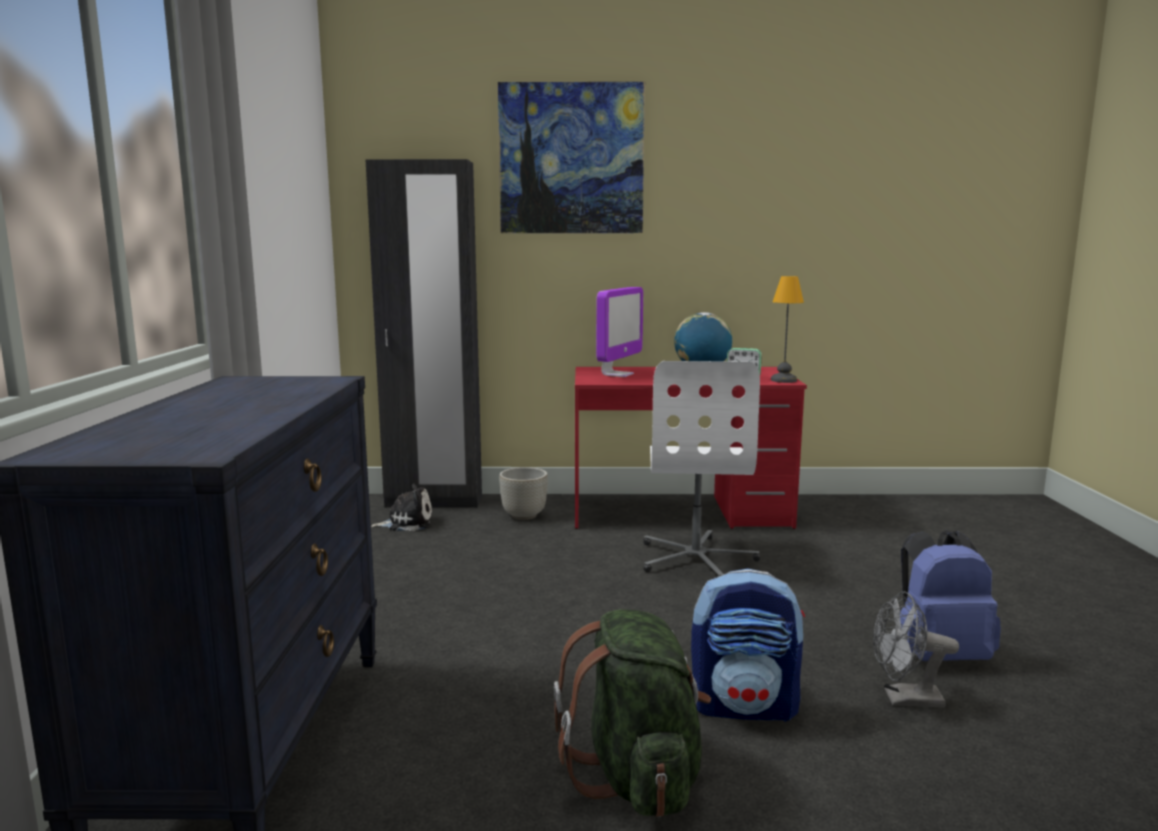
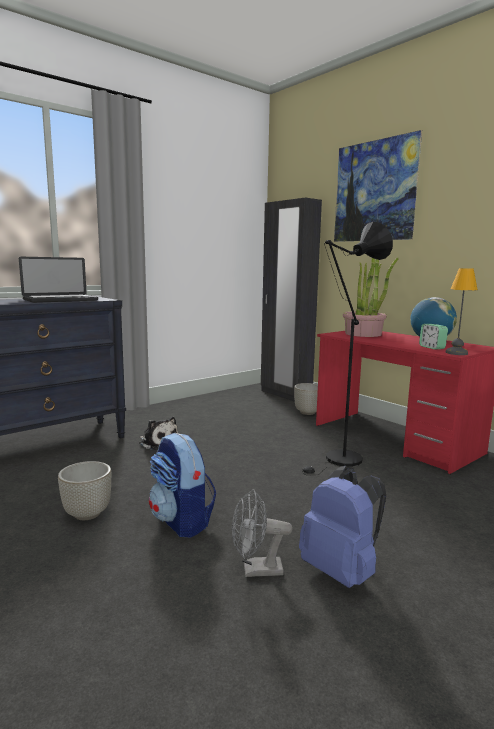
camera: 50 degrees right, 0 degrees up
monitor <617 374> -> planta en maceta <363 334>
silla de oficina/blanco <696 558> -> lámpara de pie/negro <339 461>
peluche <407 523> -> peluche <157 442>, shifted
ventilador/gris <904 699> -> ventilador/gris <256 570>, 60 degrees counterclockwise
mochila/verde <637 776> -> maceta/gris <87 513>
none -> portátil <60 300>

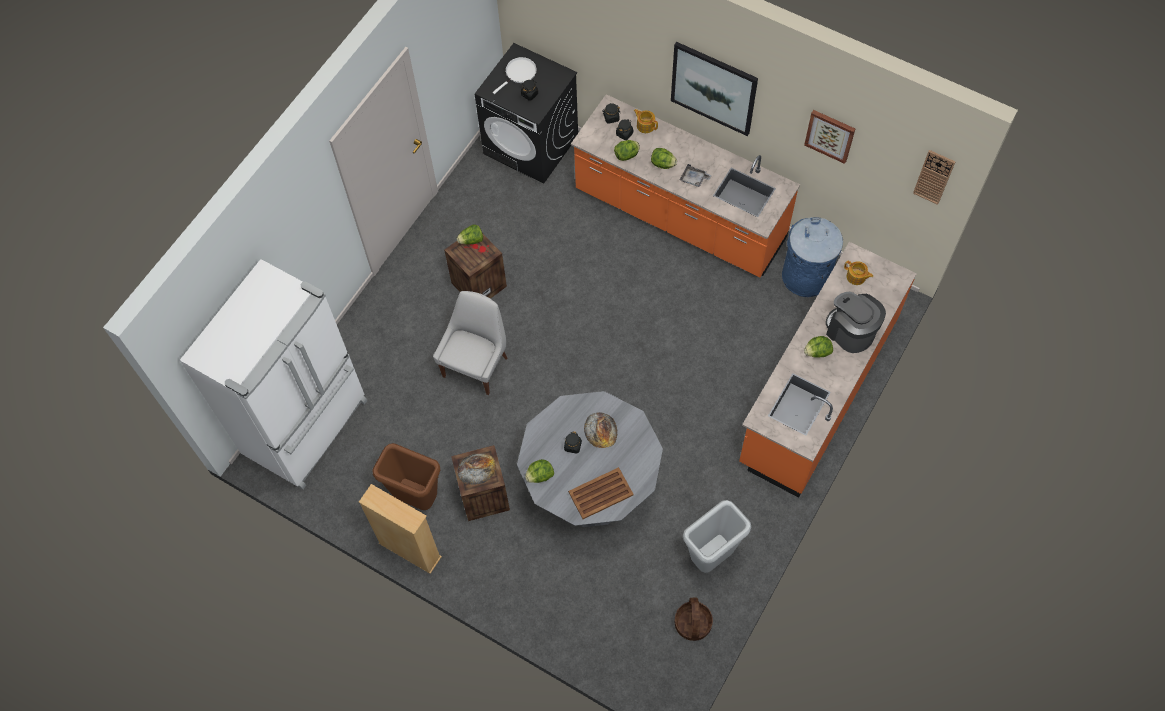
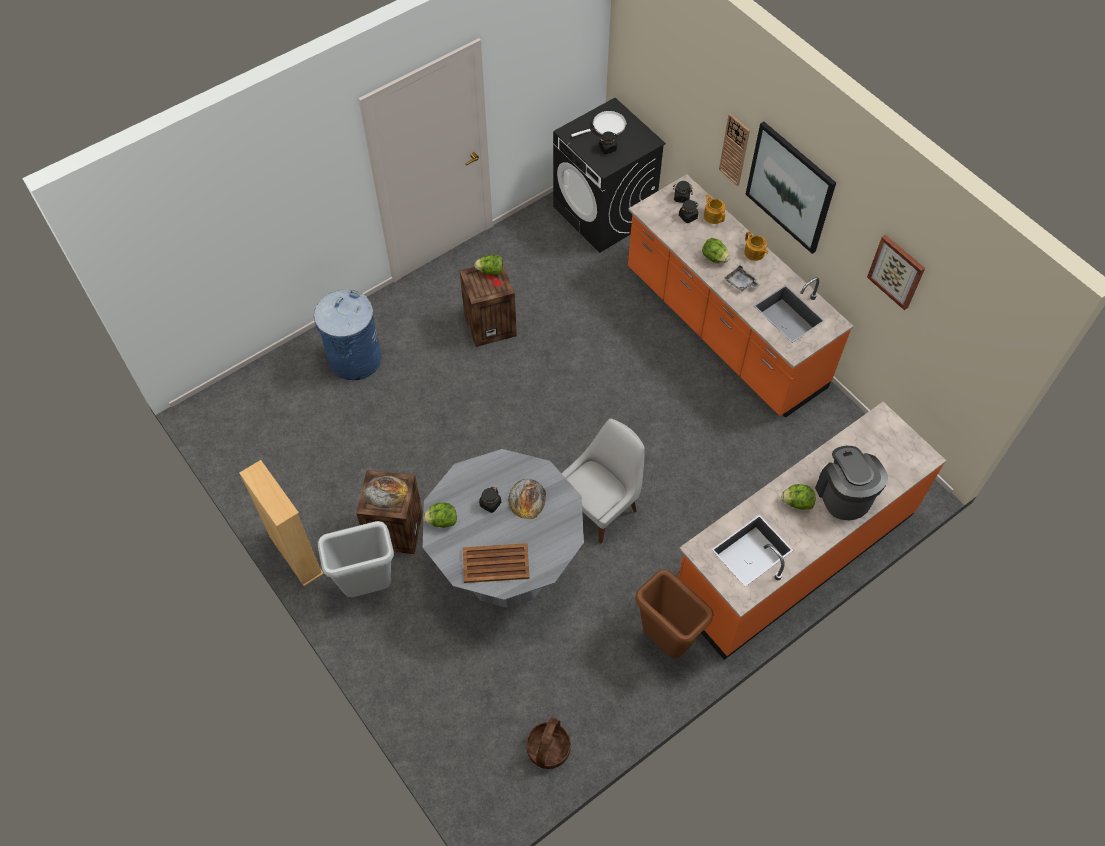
camera: 20 degrees right, 5 degrees down
lechuga <627 155> -> none
reloj de pared <934 177> -> reloj de pared <734 149>, shifted
papelera/azul <805 277> -> papelera/azul <354 359>, shifted
nevera/blanco <308 428> -> none
tetera <856 277> -> tetera <754 253>, shifted
silla/blanco <476 365> -> silla/blanco <600 506>, shifted
papelera/marrón <416 499> -> papelera/marrón <664 641>, shifted
papelera/gris <711 558> -> papelera/gris <367 587>, shifted

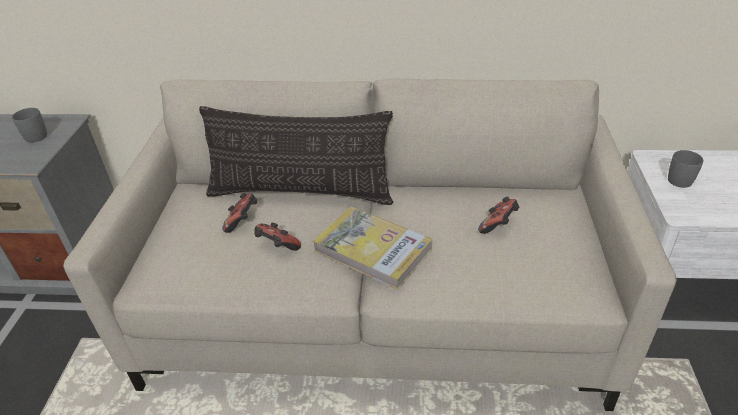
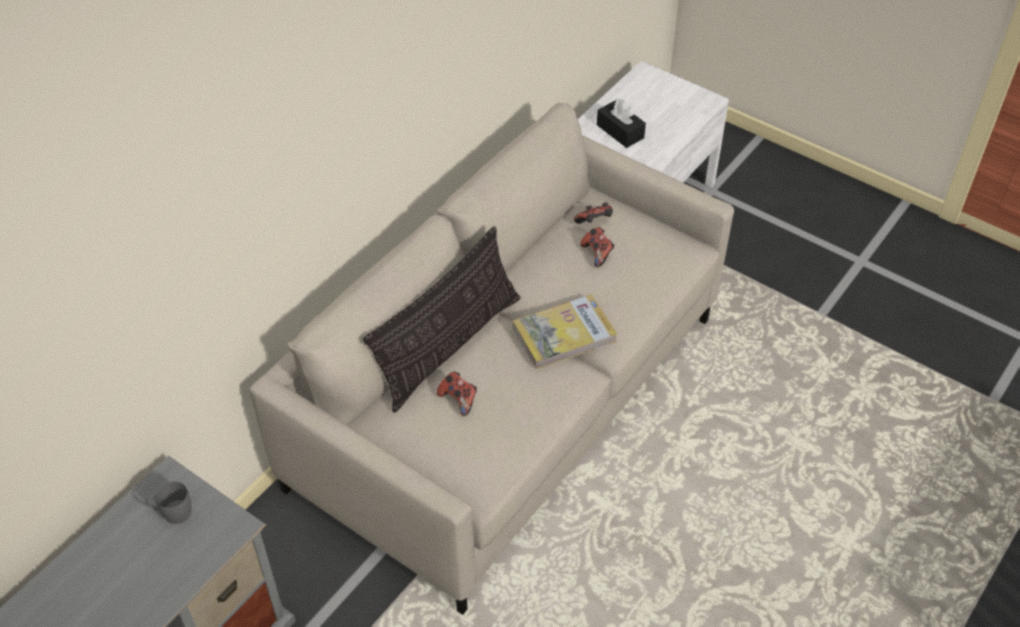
camera: 60 degrees left, 10 degrees up
taza grande/gris <679 178> -> caja de pañuelos/negro <620 131>
mando de consola <277 247> -> mando de consola <594 223>, shifted

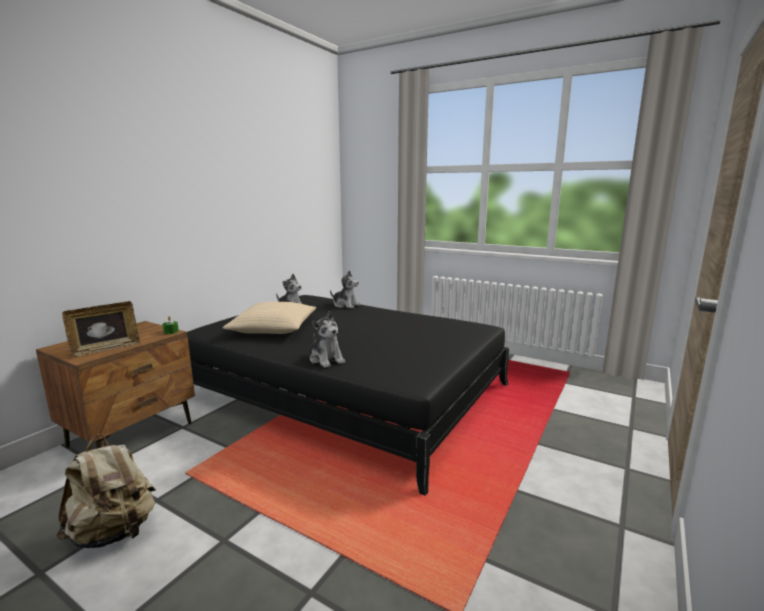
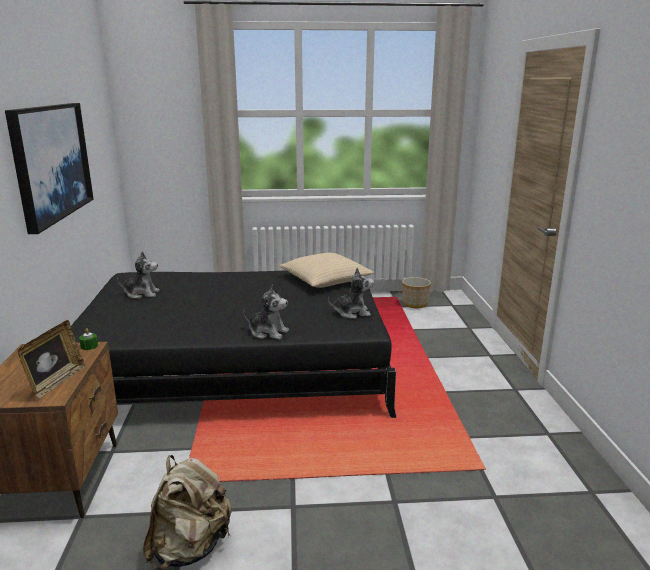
camera: 35 degrees left, 5 degrees up
peluche <345 305> -> peluche <352 313>, shifted
cojín/beis <273 328> -> cojín/beis <325 279>, shifted
none -> cuadro <51 162>
none -> maceta <414 304>

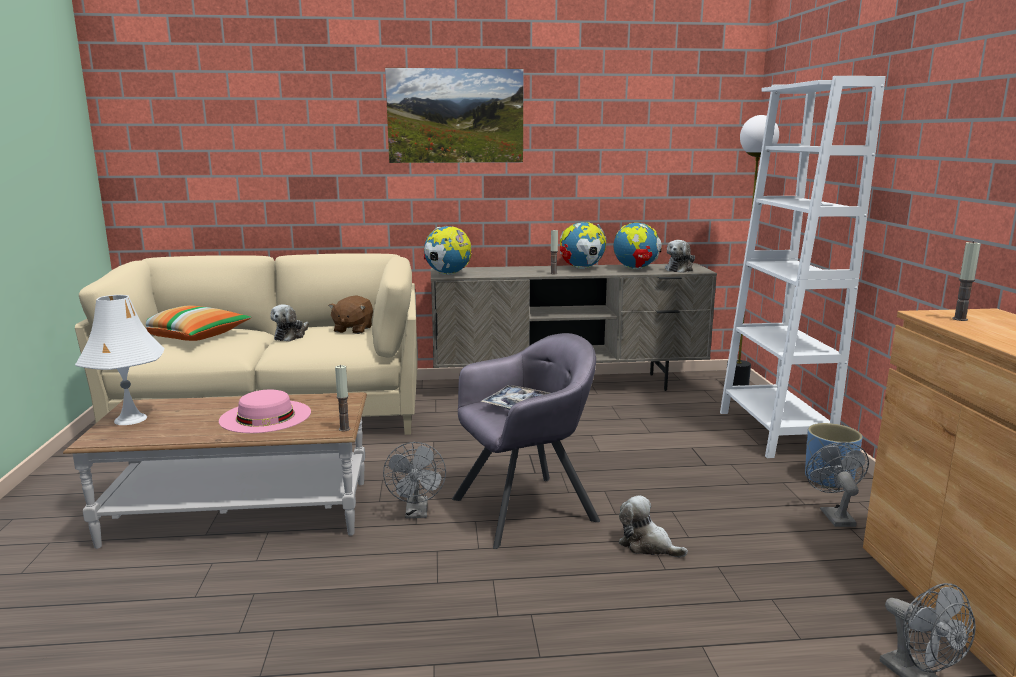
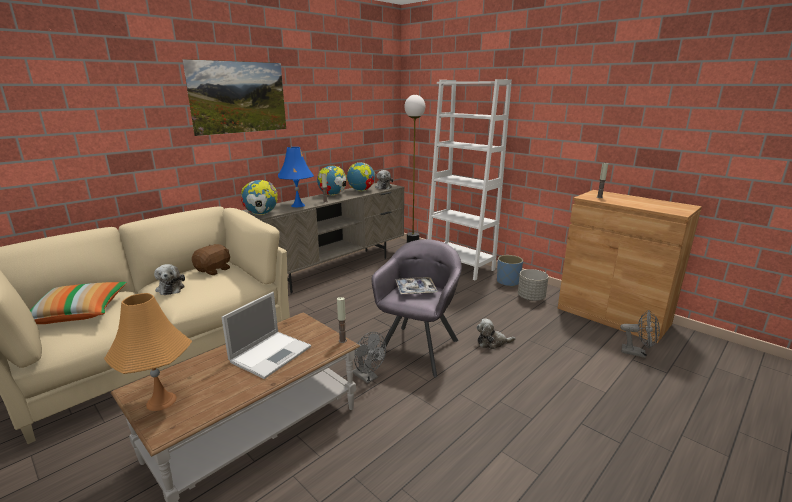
camera: 40 degrees left, 5 degrees up
lámpara de mesa/blanco <130 419> -> lámpara de mesa/naranja <161 401>
peluche/marrón <352 329> -> peluche/marrón <214 270>, 120 degrees counterclockwise
sombrero/rosa <265 416> -> portátil <271 353>
ventilador/gris <834 515> -> maceta/gris <531 298>
none -> lámpara de mesa/azul <298 205>

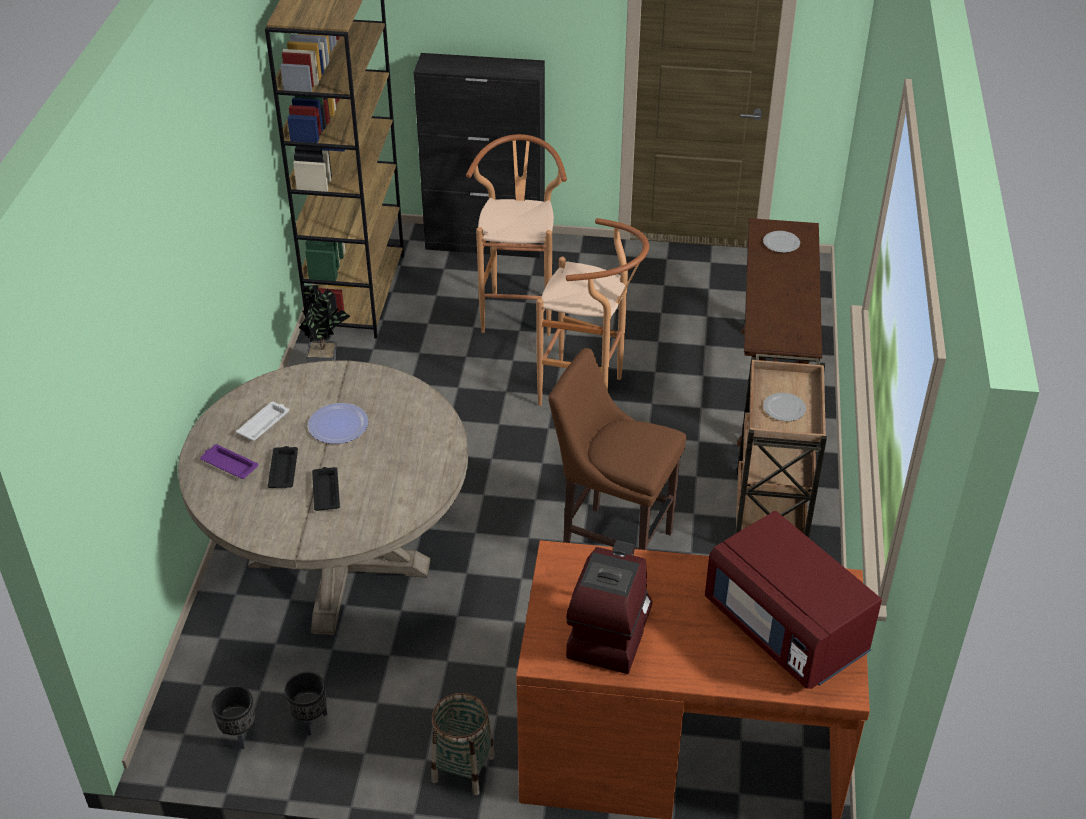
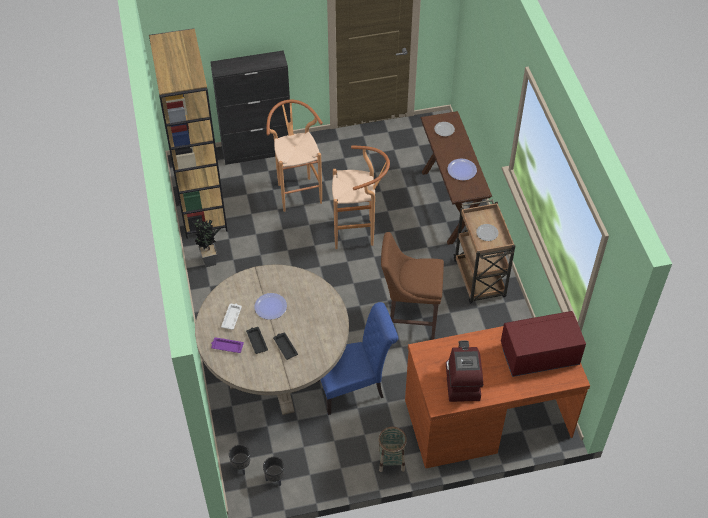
camera: 20 degrees left, 10 degrees up
microondas/rojo <786 628> -> microondas/rojo <539 355>, 135 degrees clockwise
maceta/negro <310 721> -> maceta/negro <241 467>, shifted
none -> plato <462 170>
none -> silla/azul <354 388>

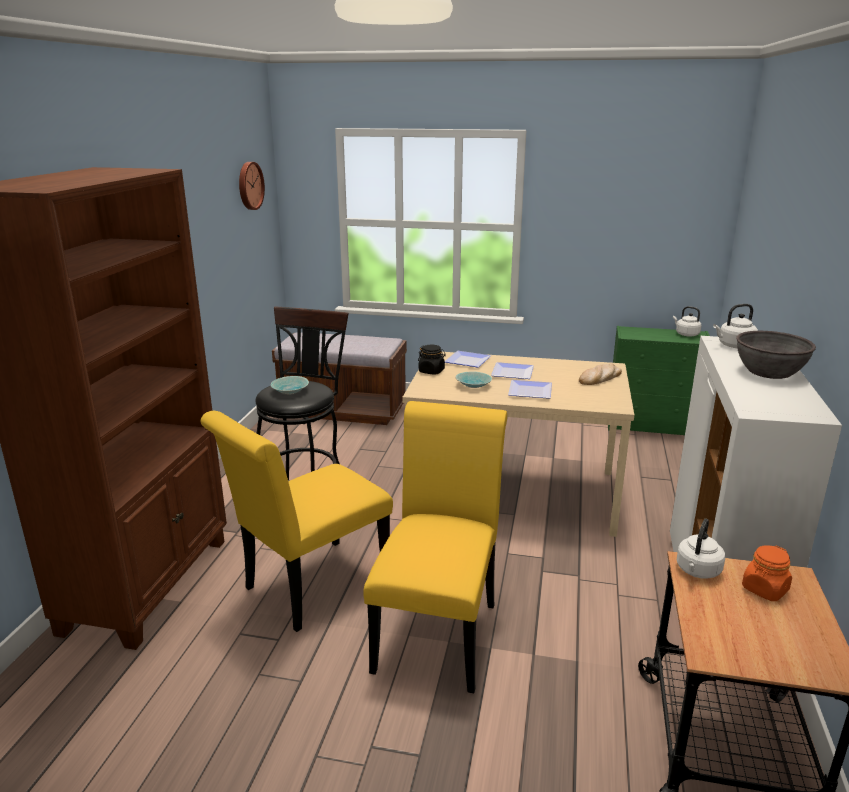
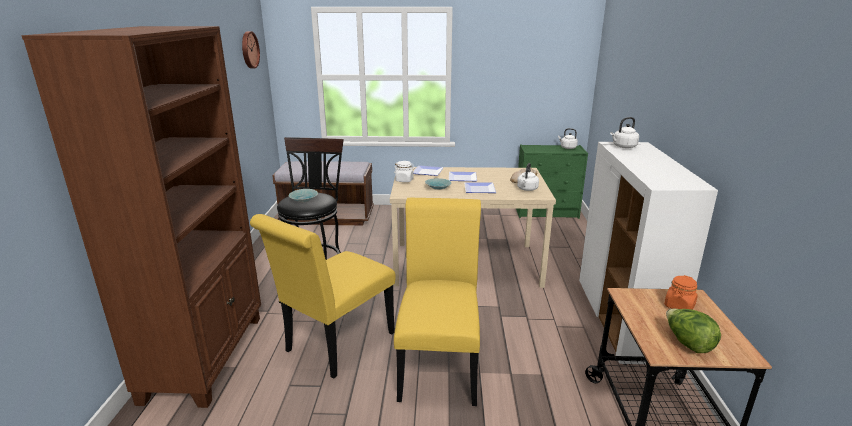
camera: 10 degrees left, 0 degrees up
cuenco/gris <769 372> -> none
tarro/negro <431 371> -> tarro/blanco <404 180>
hervidor/blanco <697 571> -> hervidor/blanco <527 189>, shifted
none -> lechuga <687 343>

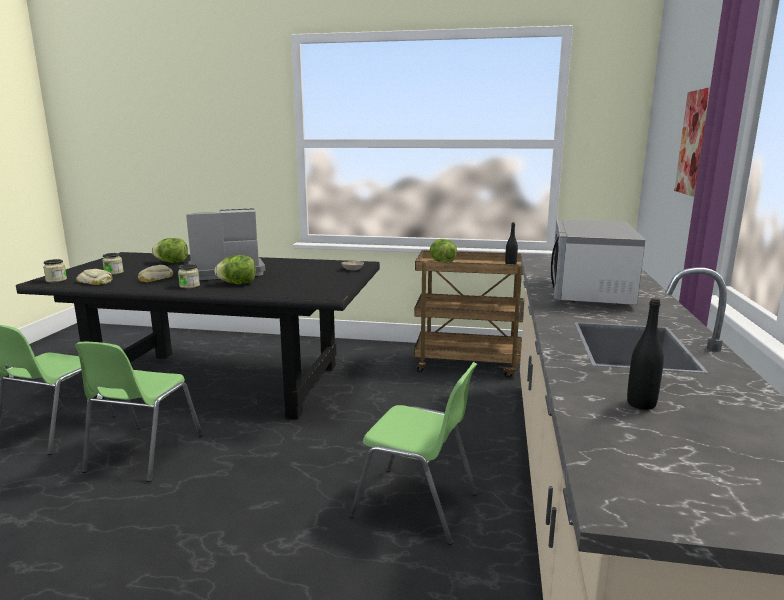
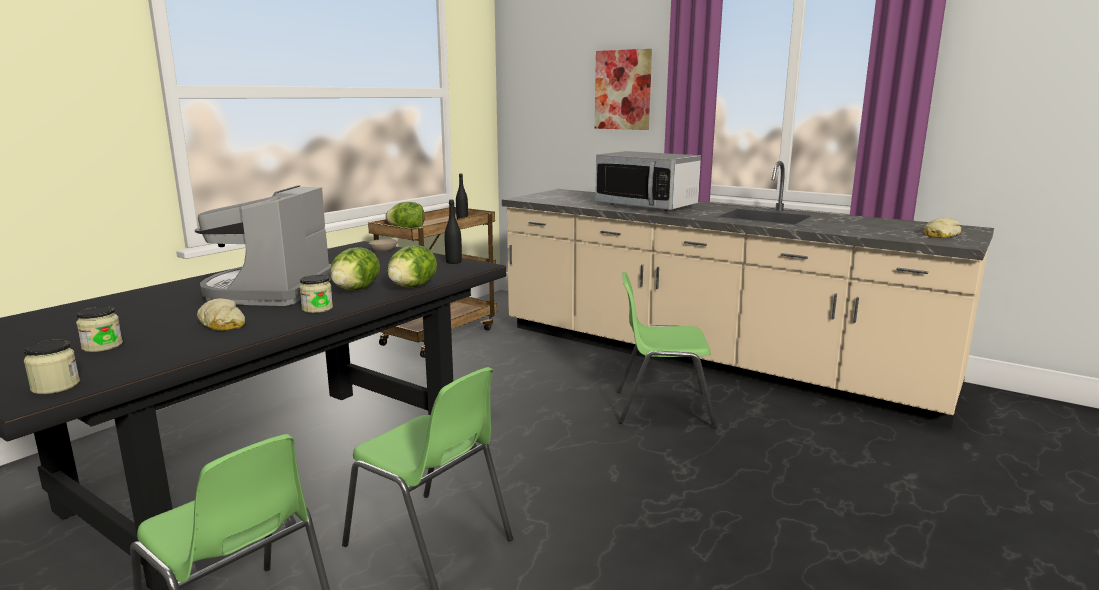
camera: 65 degrees left, 0 degrees up
lechuga <172 262> -> lechuga <412 287>, shifted
pan <95 281> -> pan <939 234>, shifted
botella/negro <641 404> -> botella/negro <453 262>, shifted
silla/verde <417 505> -> silla/verde <661 408>, 135 degrees counterclockwise

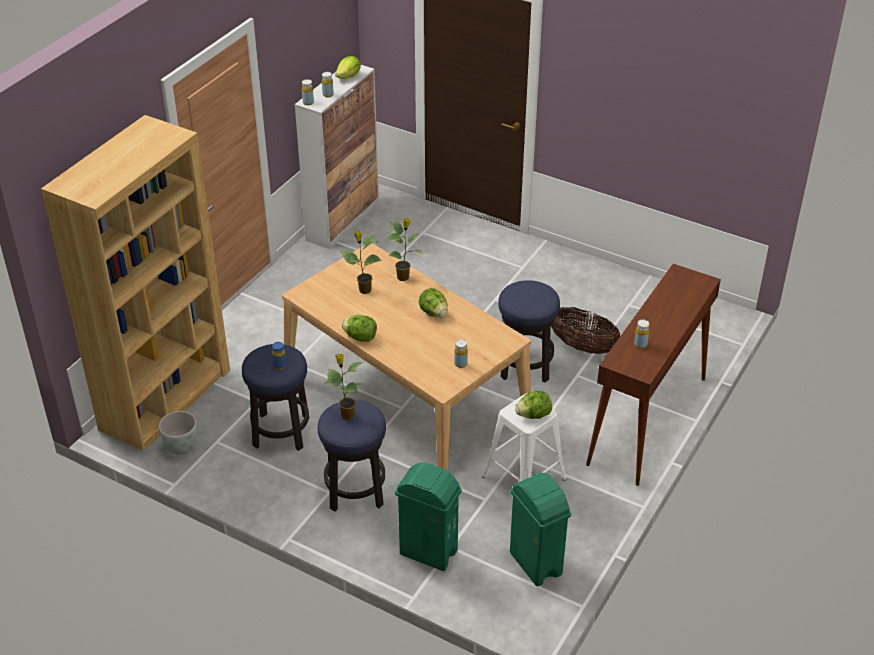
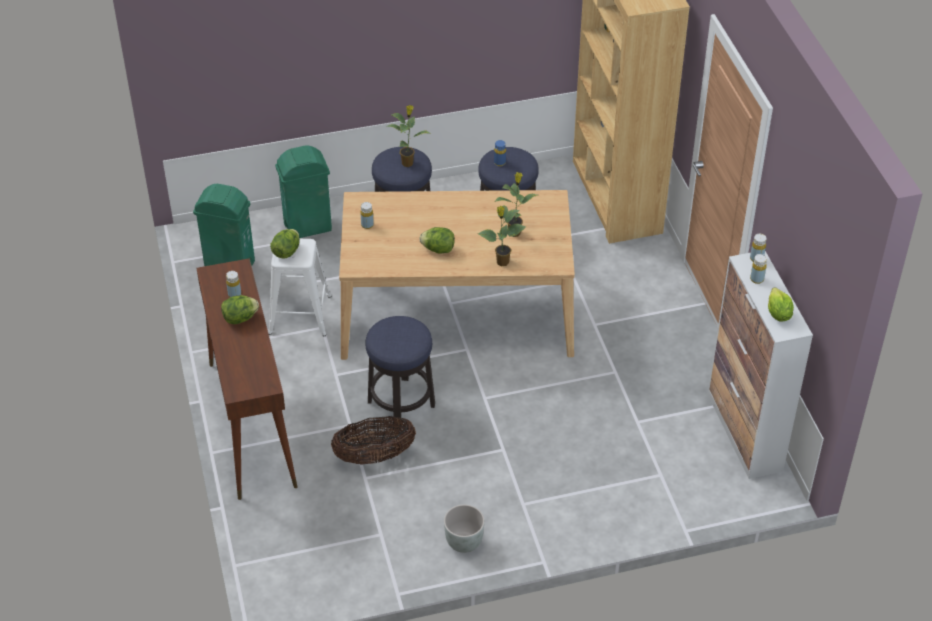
camera: 135 degrees right, 5 degrees up
lechuga <360 337> -> lechuga <240 318>, shifted
maceta/gris <182 447> -> maceta/gris <463 542>, shifted

